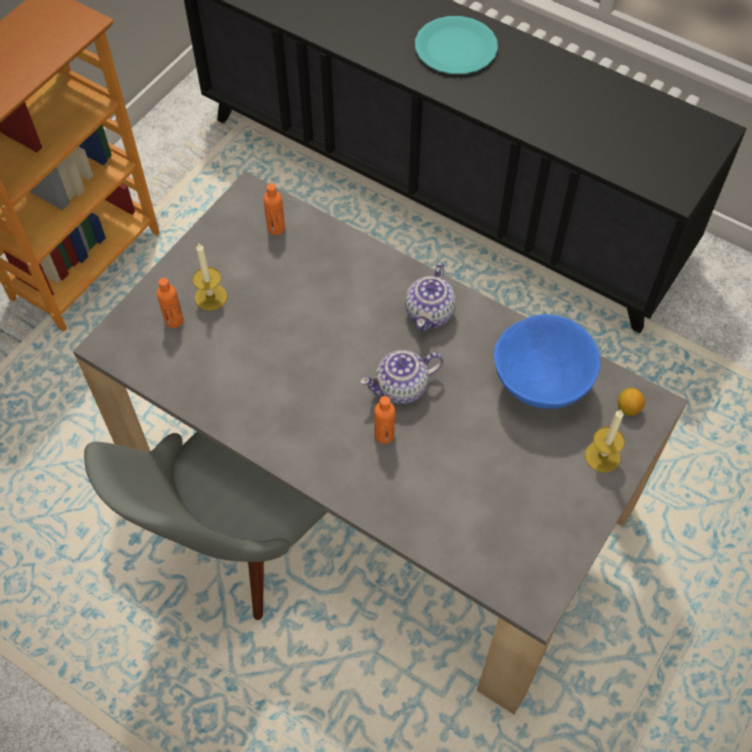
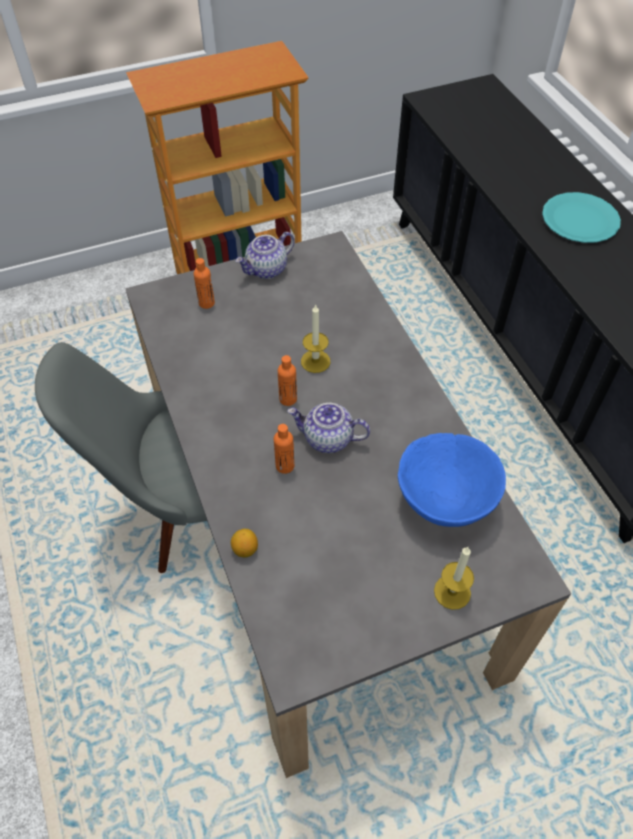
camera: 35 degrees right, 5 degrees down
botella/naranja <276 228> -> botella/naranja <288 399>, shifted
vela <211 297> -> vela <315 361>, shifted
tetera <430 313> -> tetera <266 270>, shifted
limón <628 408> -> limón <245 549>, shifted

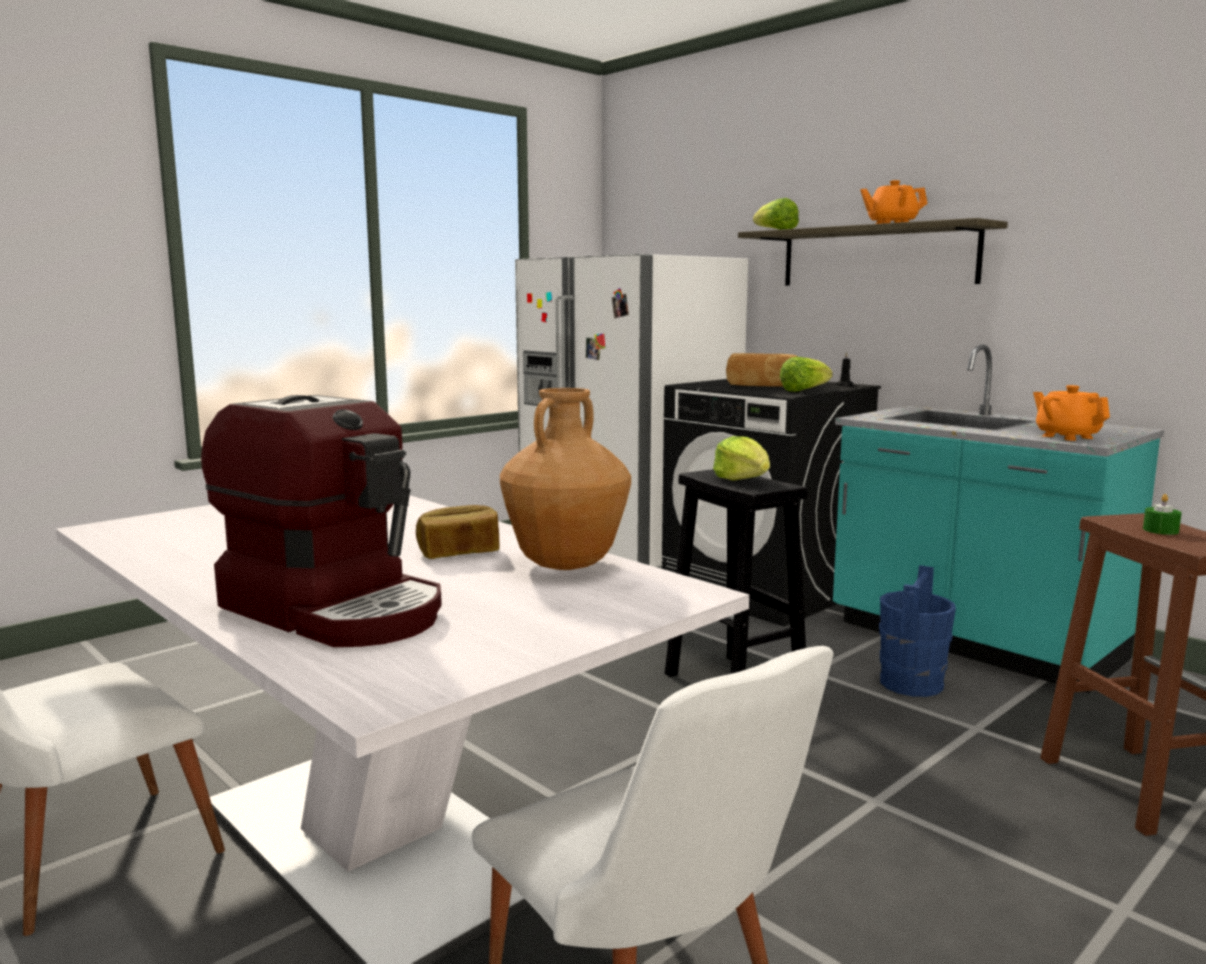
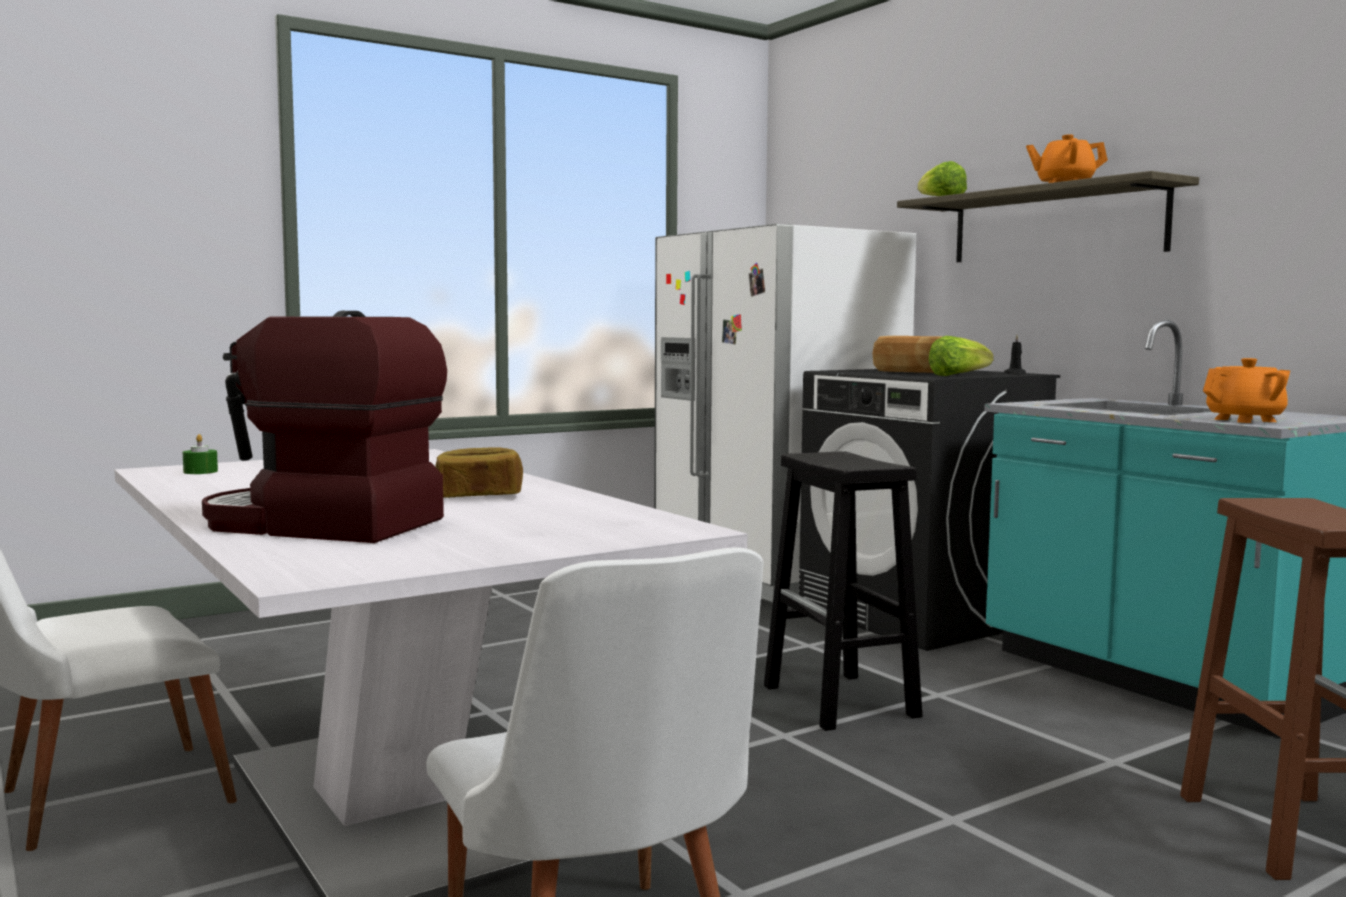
camera: 10 degrees right, 5 degrees down
tetera/naranja <1067 437> -> tetera/naranja <1245 420>, 90 degrees clockwise
florero/marrón <565 565> -> none
cafetera <336 609> -> cafetera <320 525>, 150 degrees clockwise
lechuga <742 479> -> none
vela/verde <1160 530> -> vela/verde <200 472>, shifted
cubo/azul <911 683> -> none

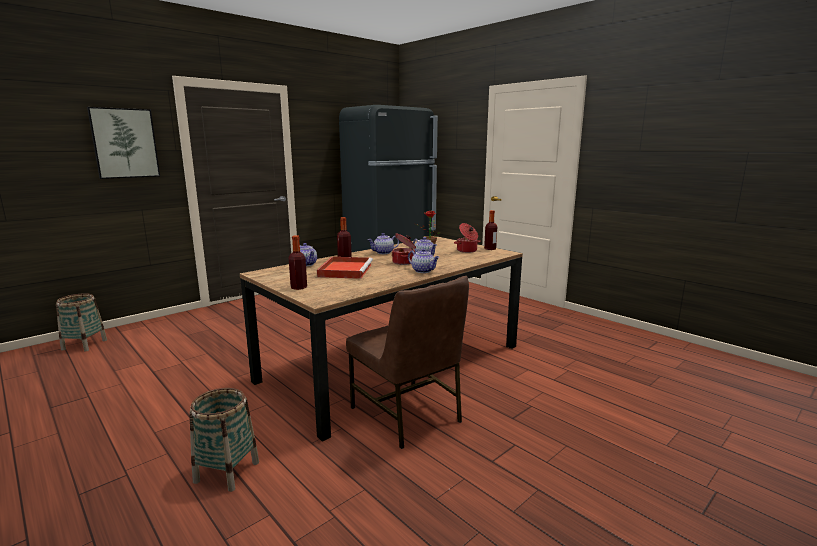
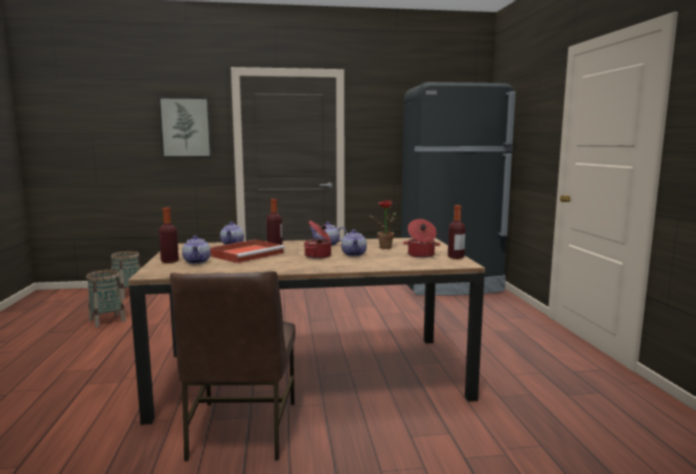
camera: 35 degrees right, 5 degrees down
tetera <423 271> -> tetera <197 262>, shifted
cesta <227 472> -> cesta <107 320>, shifted

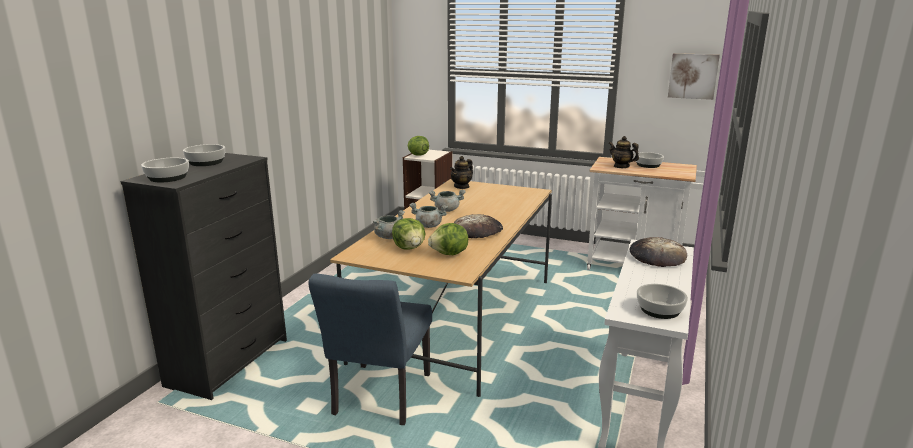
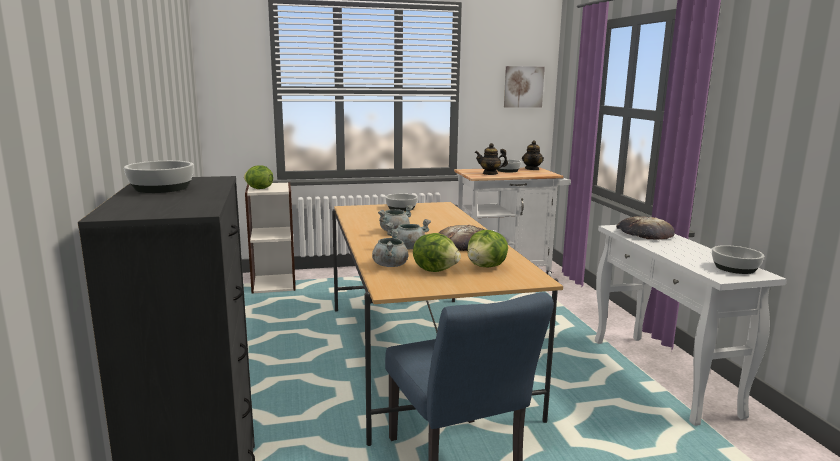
camera: 35 degrees left, 5 degrees down
tetera <461 186> -> tetera <532 169>, shifted
cuenco <167 178> -> cuenco <401 208>, shifted

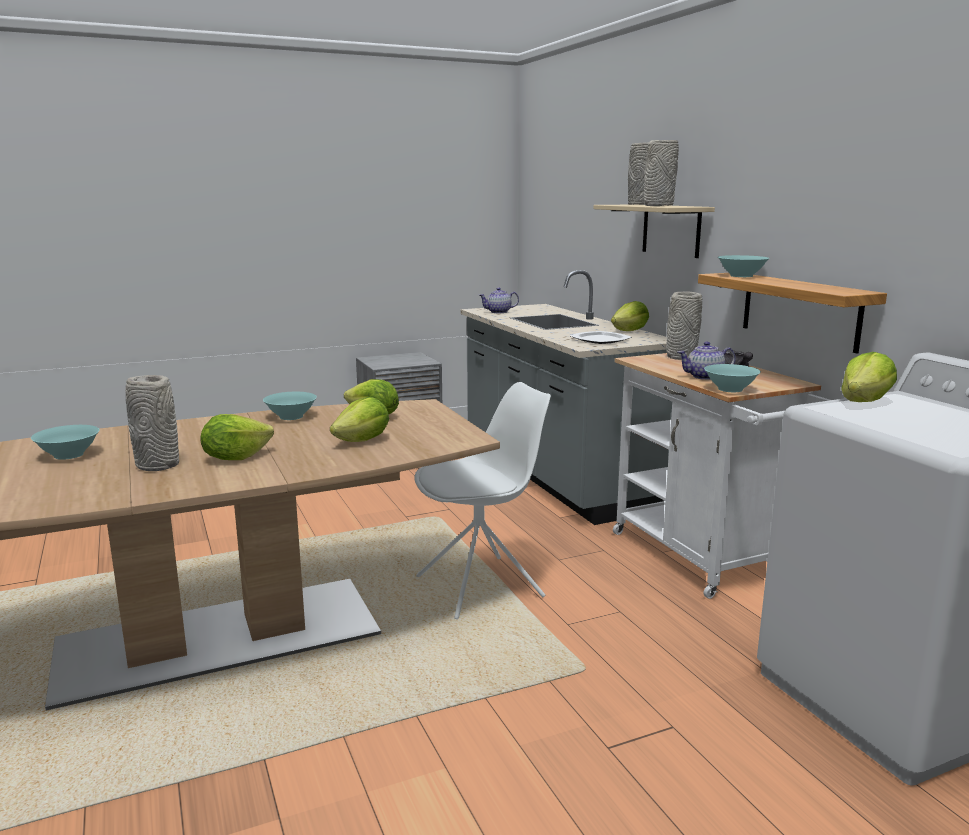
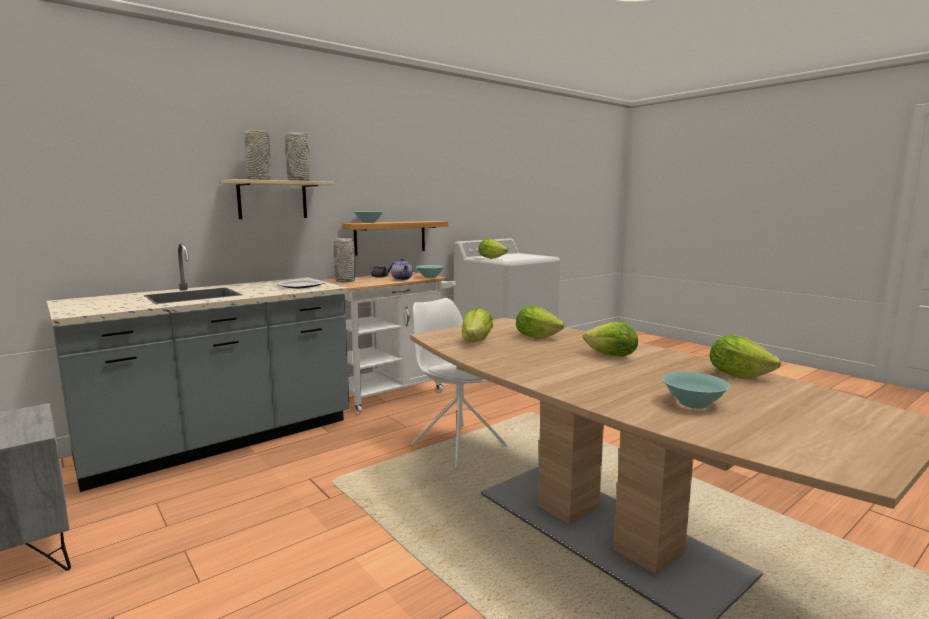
camera: 105 degrees left, 5 degrees down
tetera <498 312> -> none
lechuga <630 331> -> lechuga <738 375>, shifted
florero/gris <158 465> -> none
cuenco/turquesa <291 417> -> none

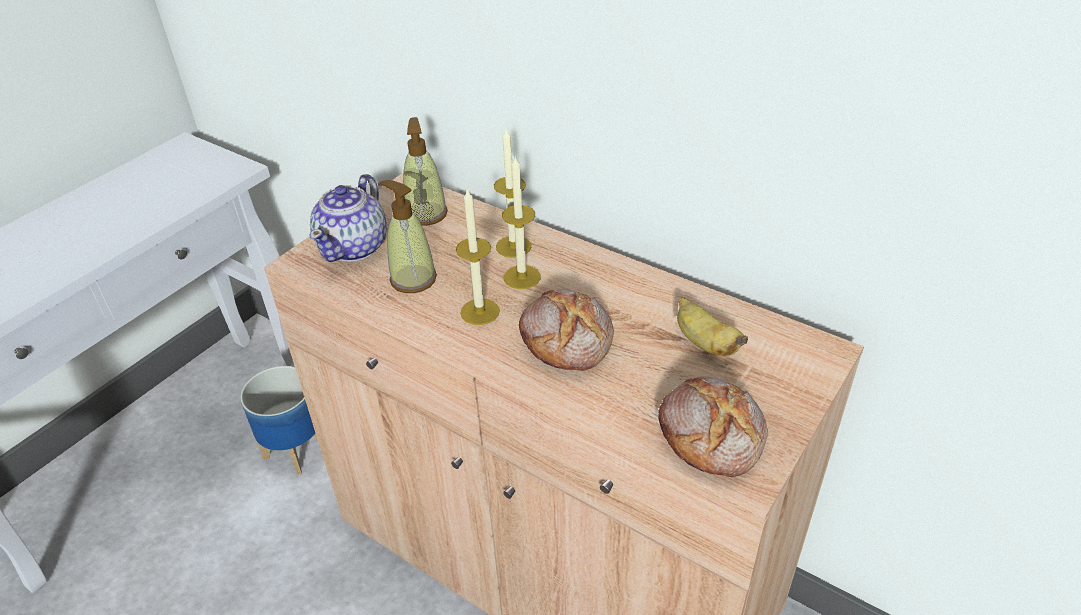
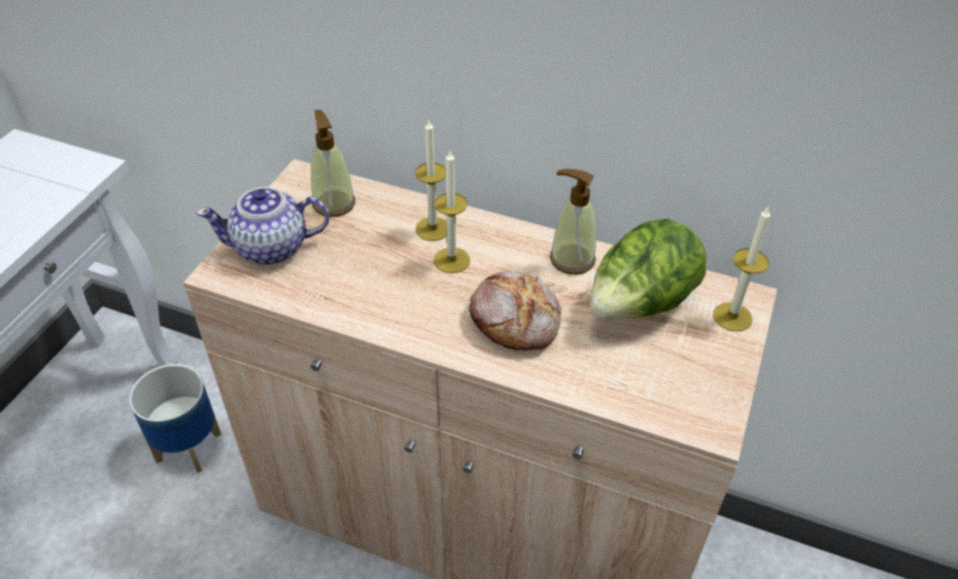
camera: 15 degrees left, 5 degrees up
tetera <354 247> -> tetera <272 248>, 75 degrees clockwise
dispensador de jabón <413 279> -> dispensador de jabón <571 259>, shifted
vela <480 312> -> vela <732 317>, shifted
plátano <704 343> -> lechuga <640 305>
pan <712 435> -> none

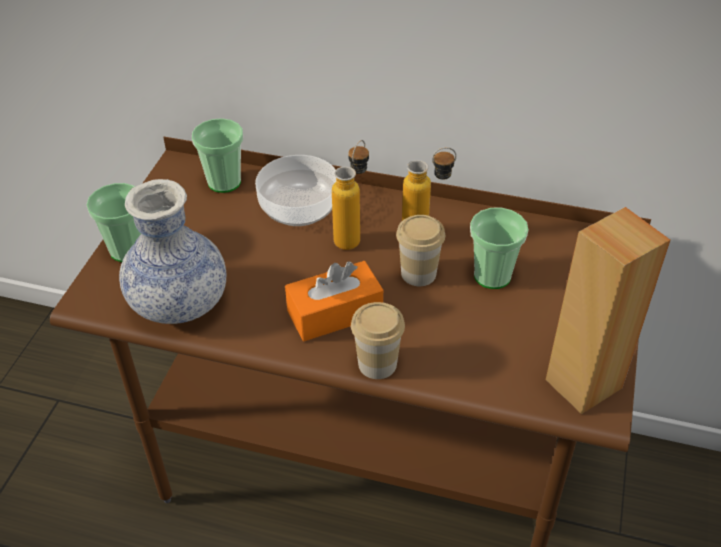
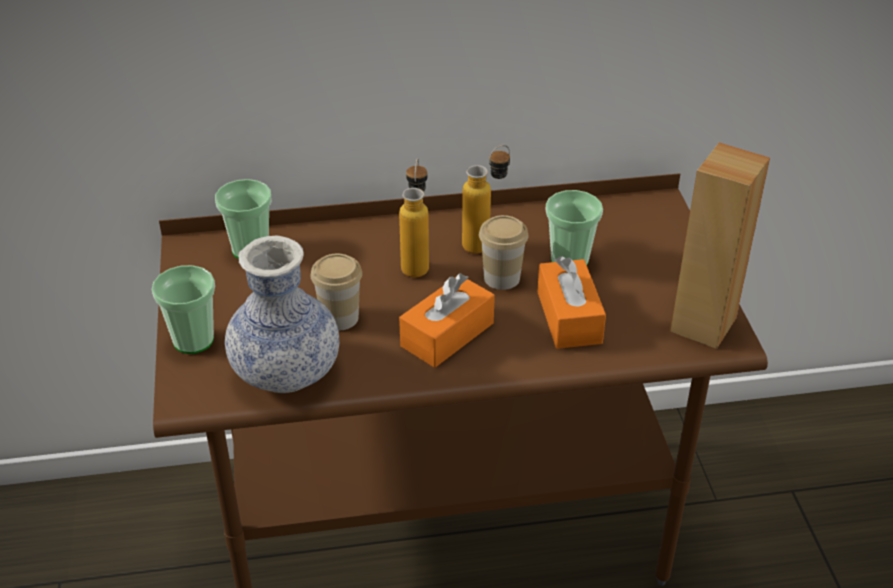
camera: 25 degrees left, 5 degrees down
cuenco <299 208> -> none
taza <377 364> -> taza <339 318>, shifted
none -> caja de pañuelos/naranja <569 317>

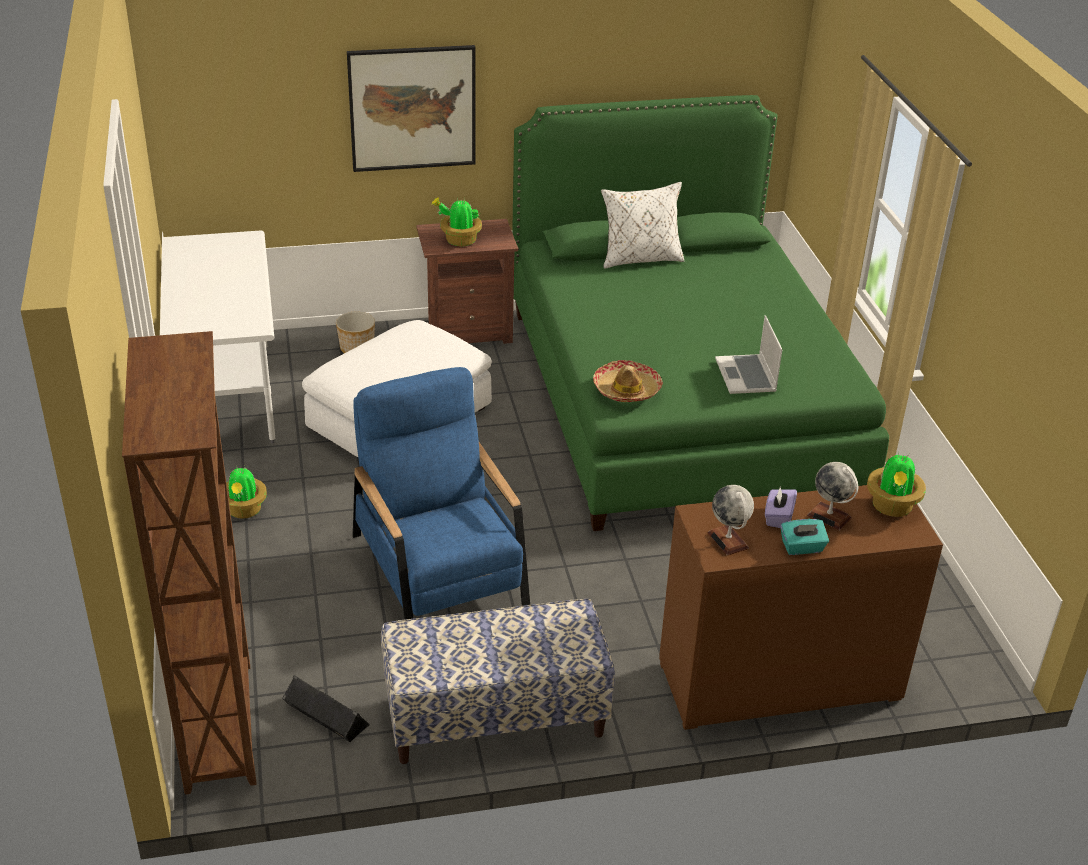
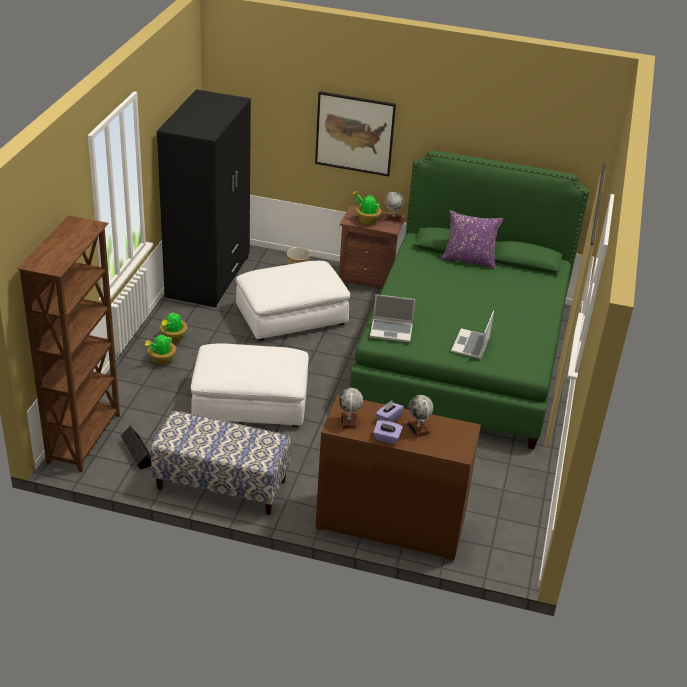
camera: 25 degrees right, 0 degrees up
cojín/blanco <640 258> -> cojín/morado <469 260>
escritorio/blanco <228 397> -> armario ropero/negro <209 276>
sombrero <627 389> -> portátil <392 331>
sillón/azul <440 570> -> puf/blanco <250 402>
planta en maceta <891 507> -> planta en maceta <161 360>, shifted
caja de pañuelos/turquesa <802 547> -> caja de pañuelos/morado <386 438>
none -> globo terráqueo <393 218>

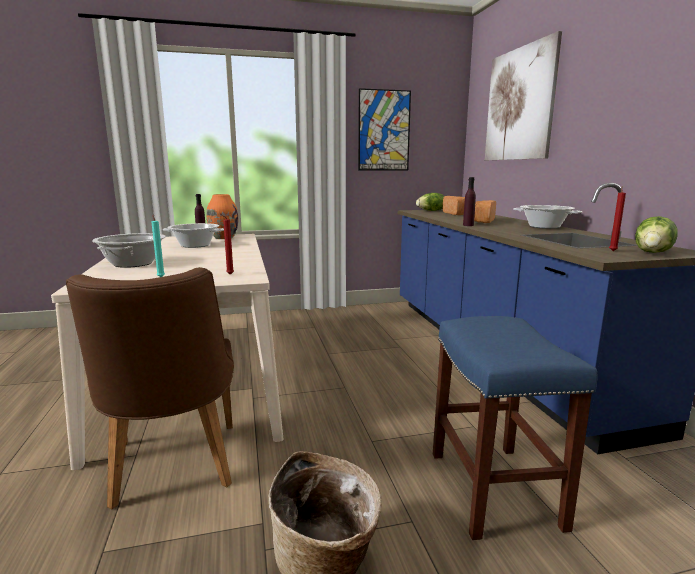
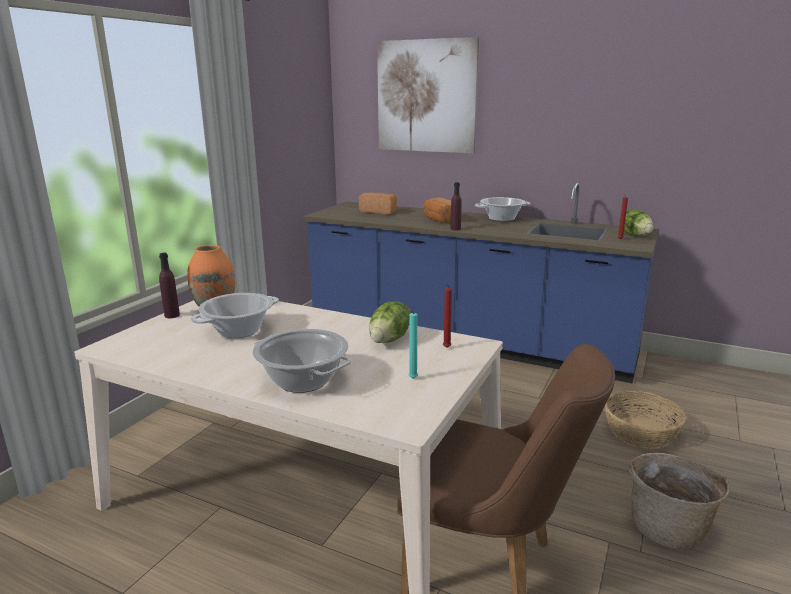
camera: 50 degrees left, 5 degrees up
cuadro <384 130> -> none
lechuga <431 211> -> lechuga <390 339>, shifted
taburete/azul <495 490> -> cesta <641 433>

